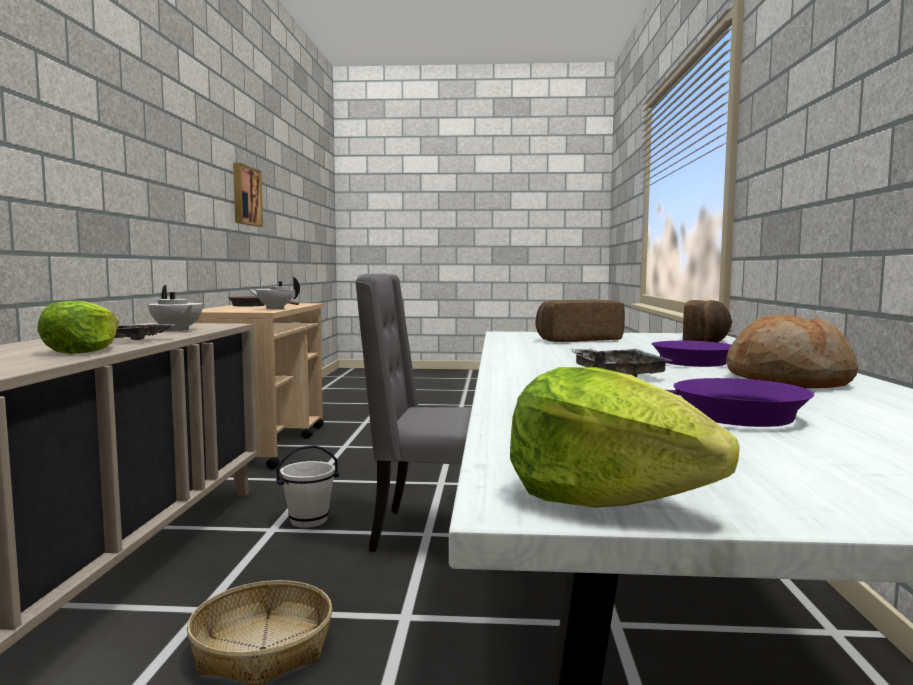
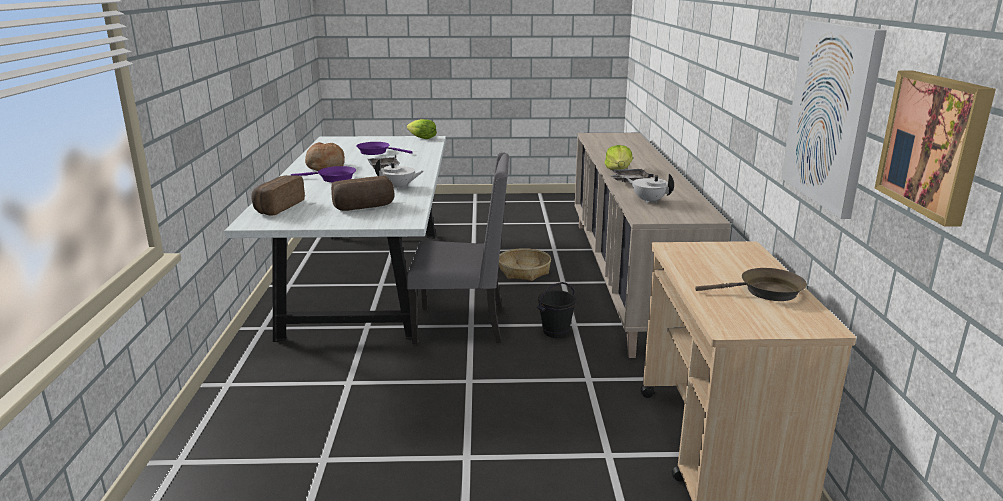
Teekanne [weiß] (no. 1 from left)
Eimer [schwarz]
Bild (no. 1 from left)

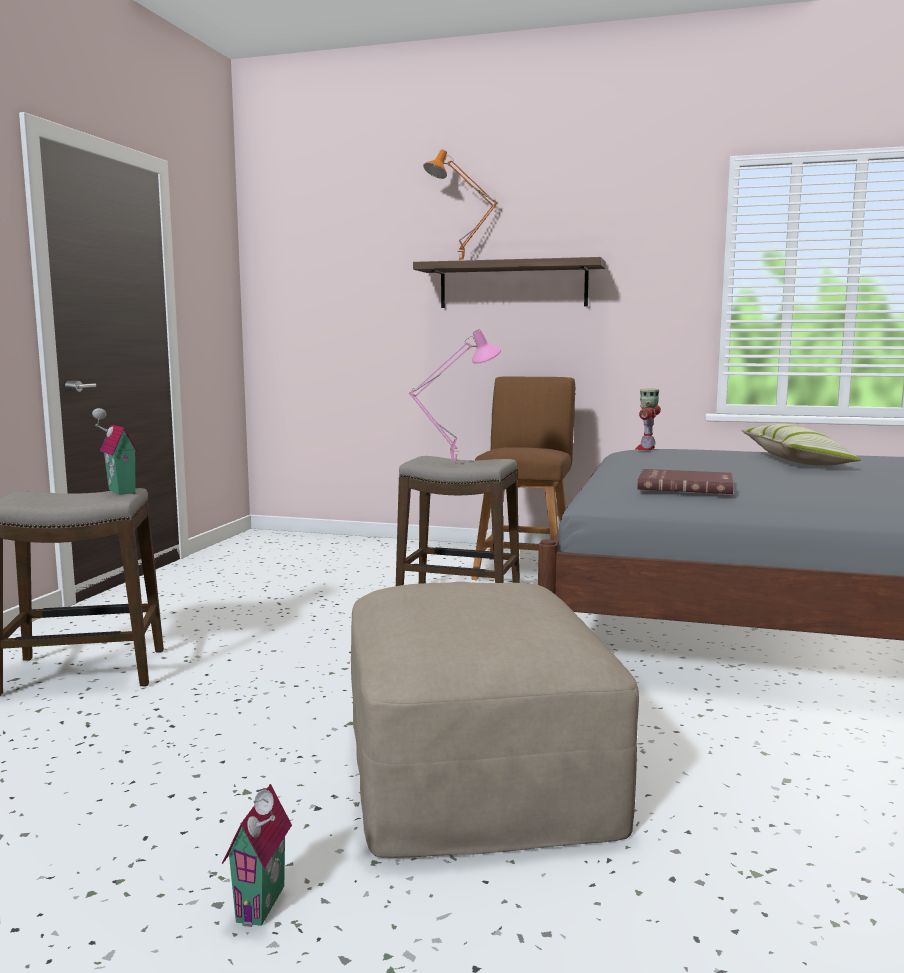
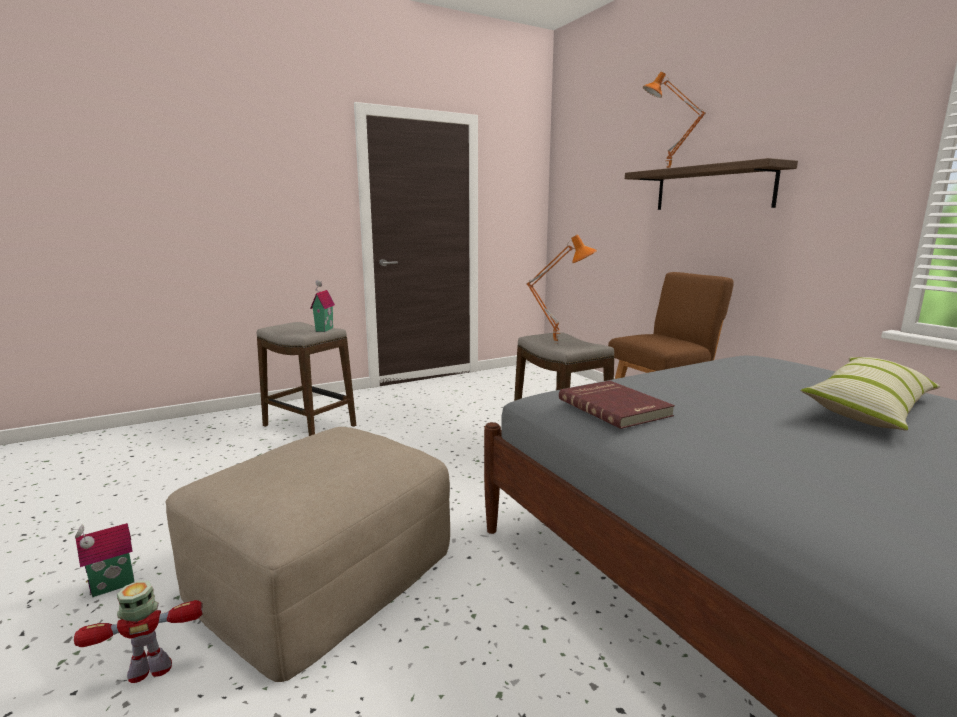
Tischlampe [orange] (no. 1 from left)
Spielzeugroboter

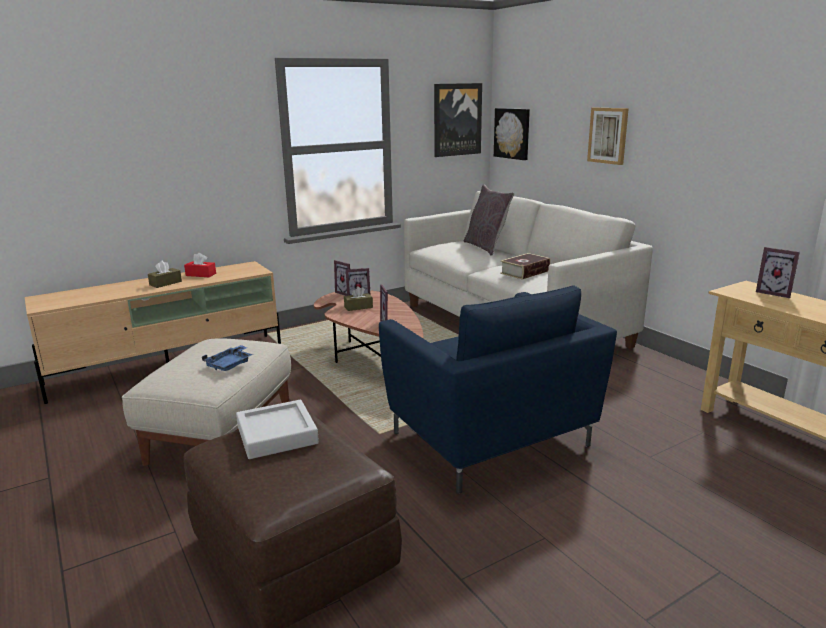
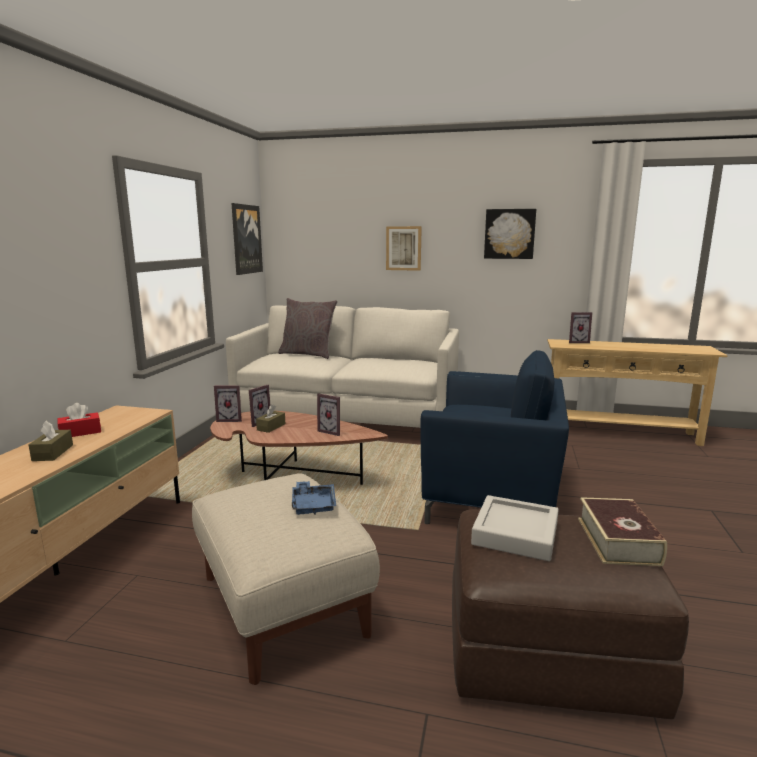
Bild (no. 3 from left)
Buch

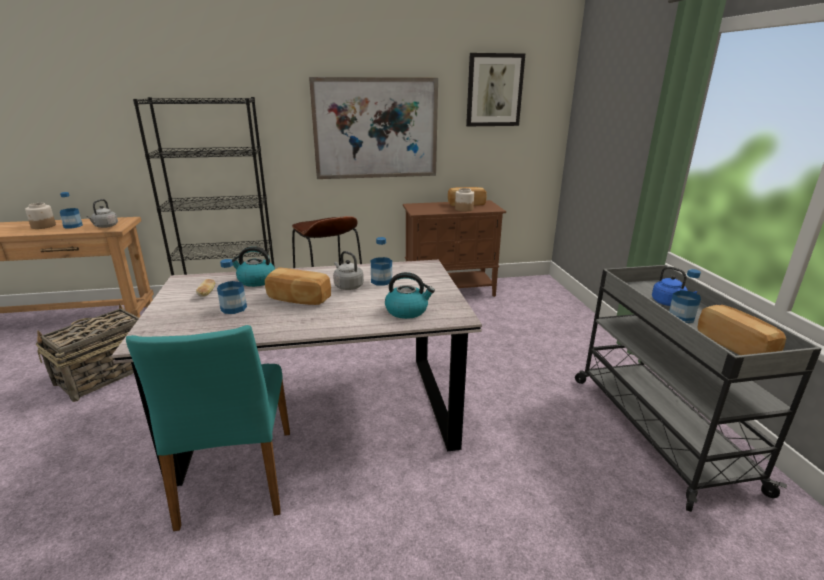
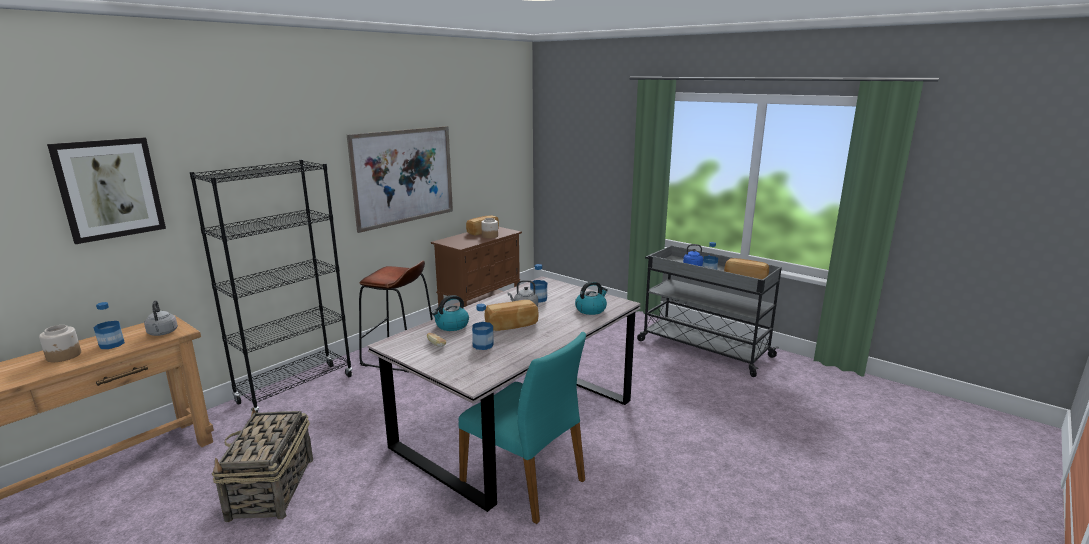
Bild (no. 1 from left)

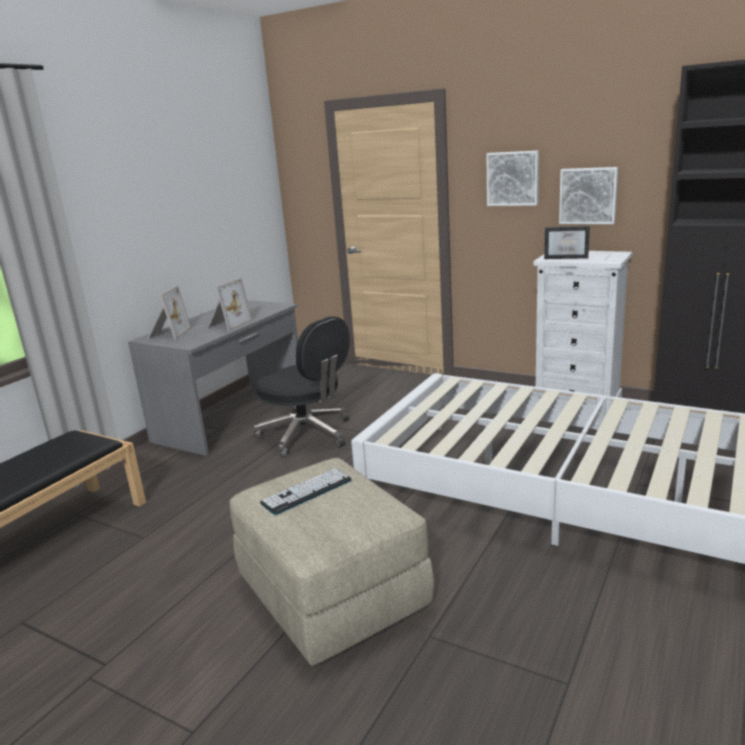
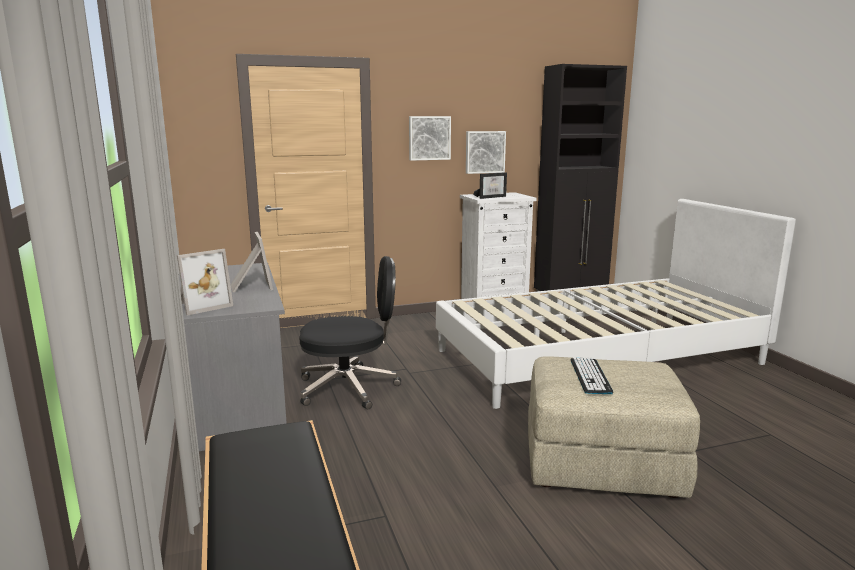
Bilderrahmen (no. 1 from left)

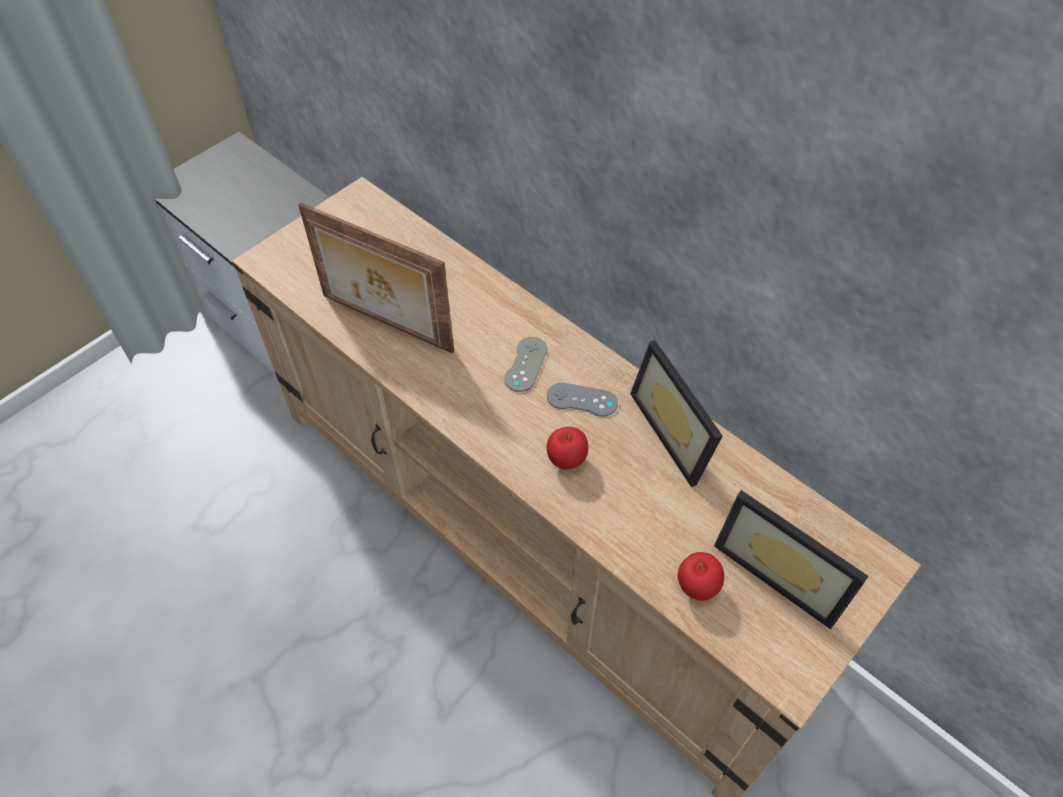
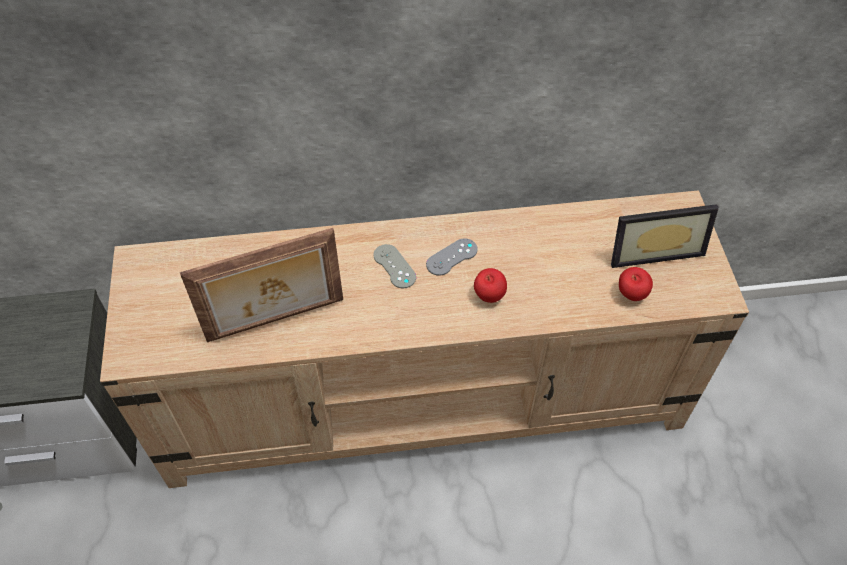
Bilderrahmen (no. 2 from left in the first image)

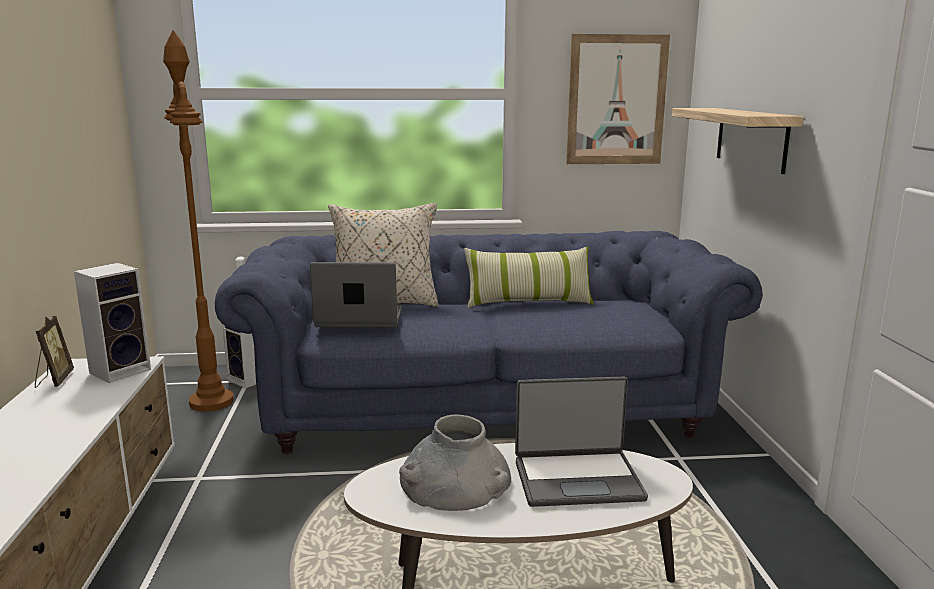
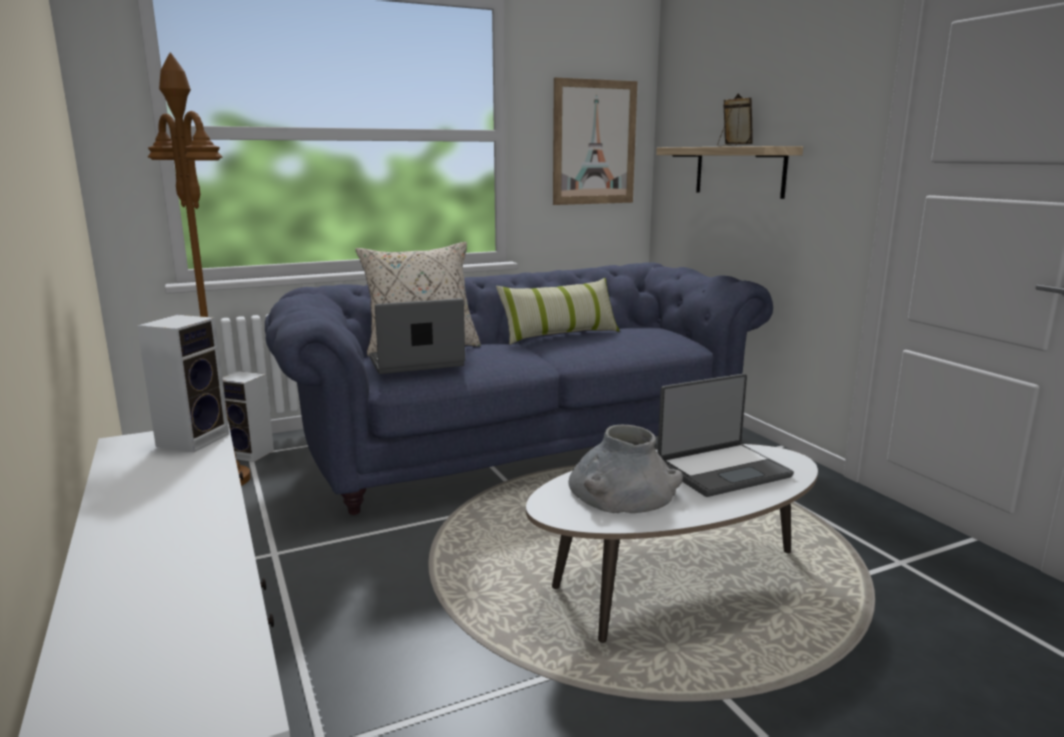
Bilderrahmen

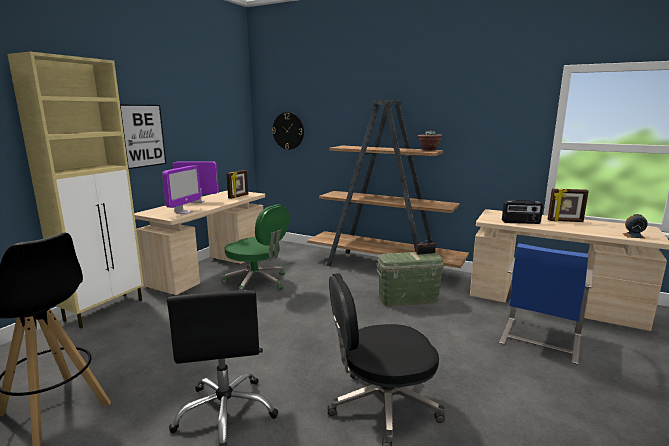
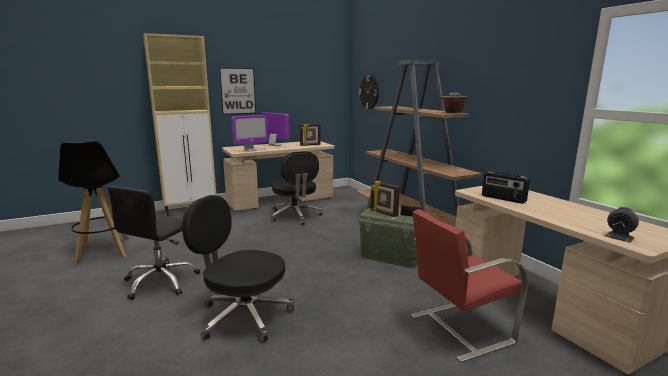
Bürostuhl [schwarz] (no. 3 from left)
Stuhl [rot]
Bilderrahmen (no. 2 from left)

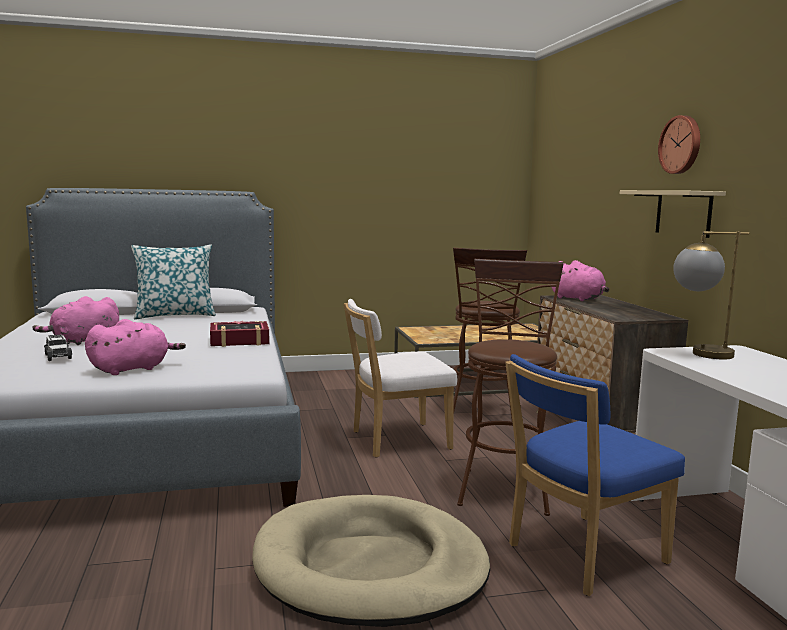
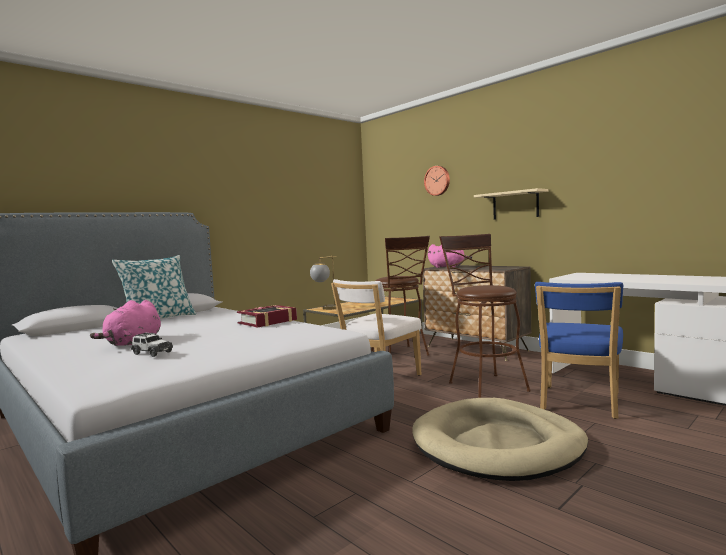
Plüschtier [rosa] (no. 2 from left in the first image)
Wanduhr
Tischlampe

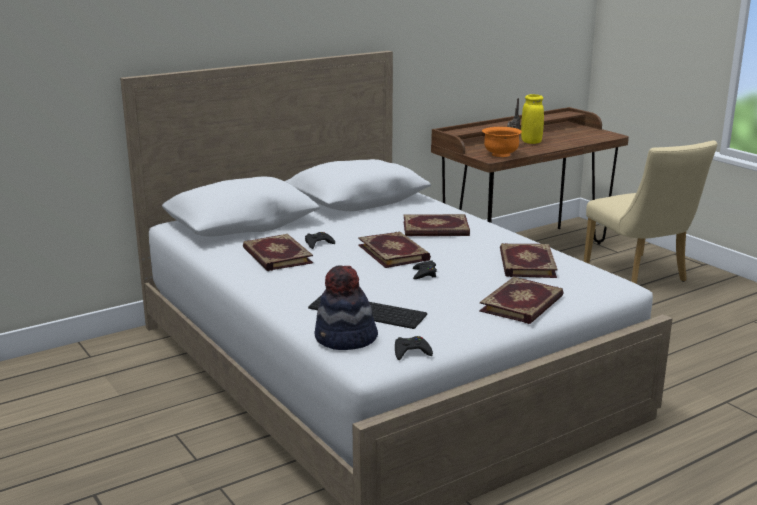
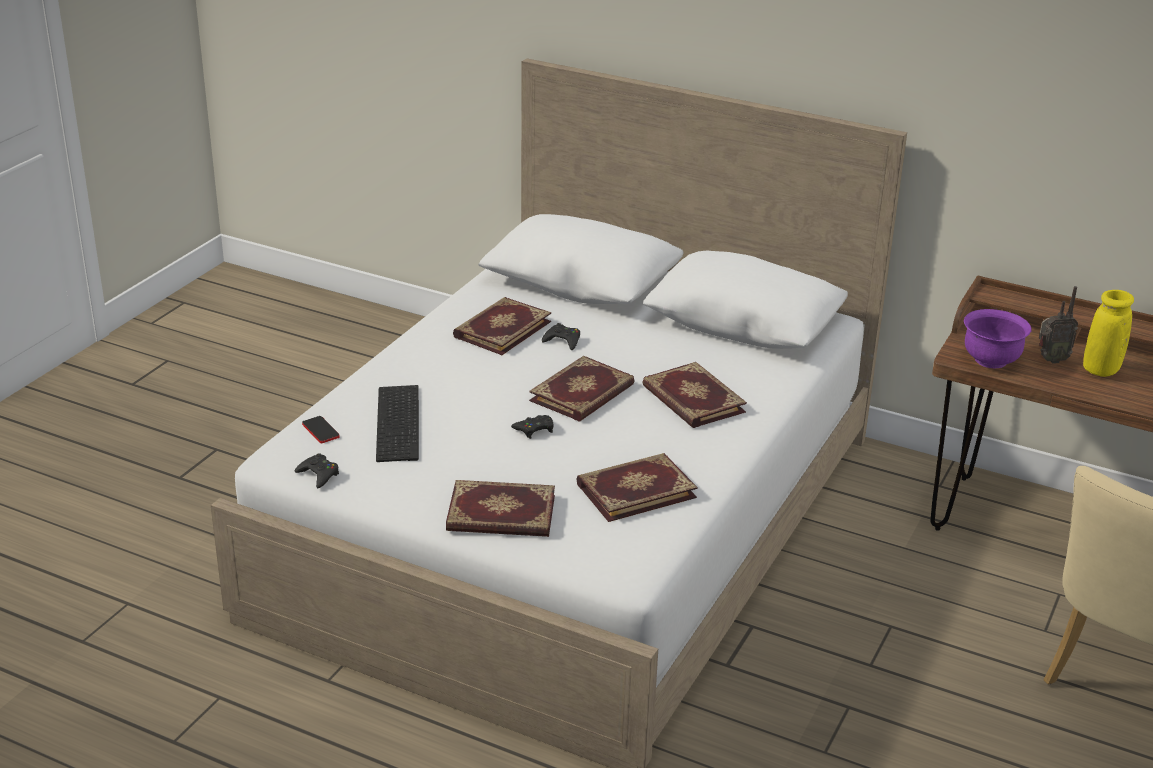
Handy
Schüssel [lila]

